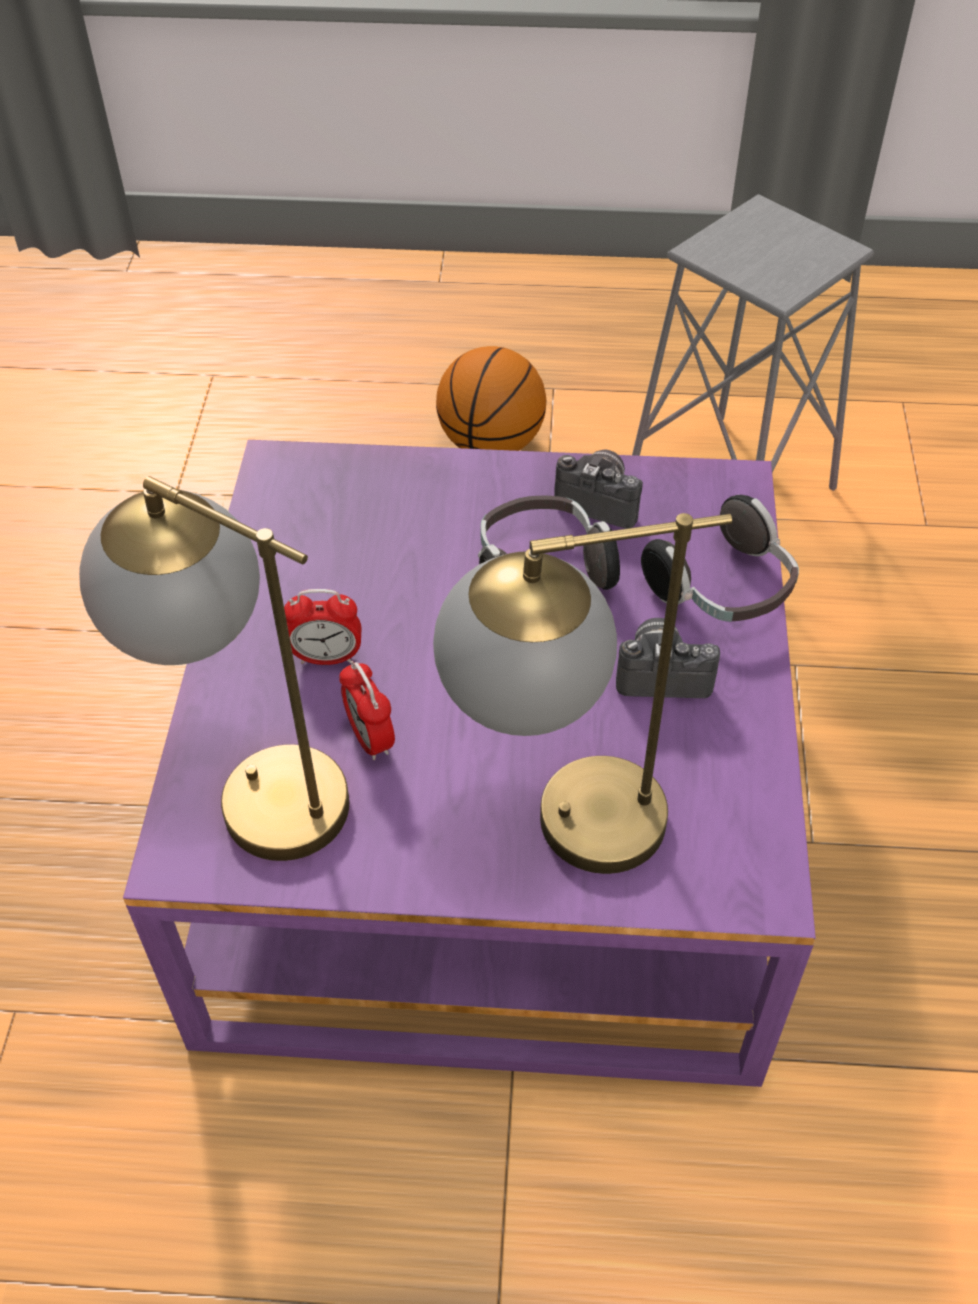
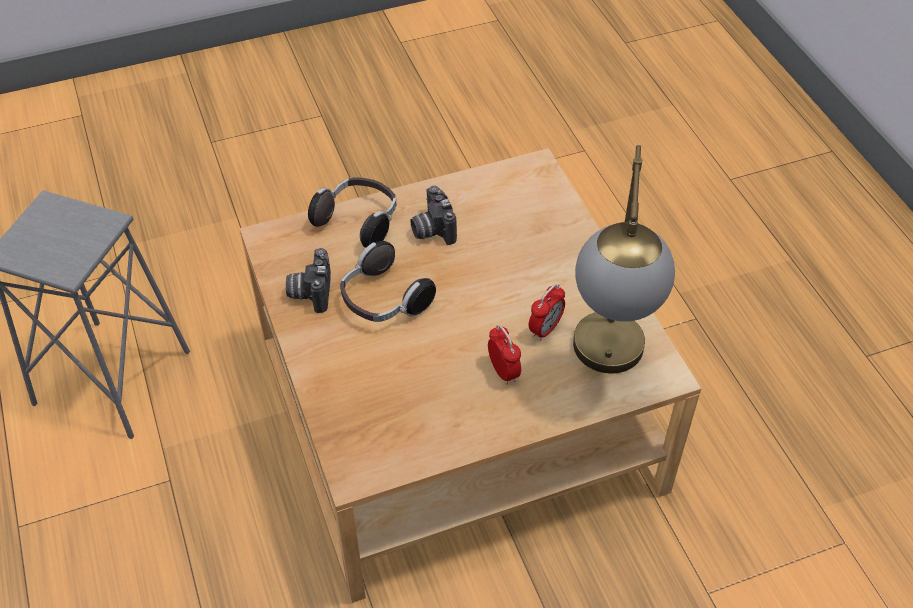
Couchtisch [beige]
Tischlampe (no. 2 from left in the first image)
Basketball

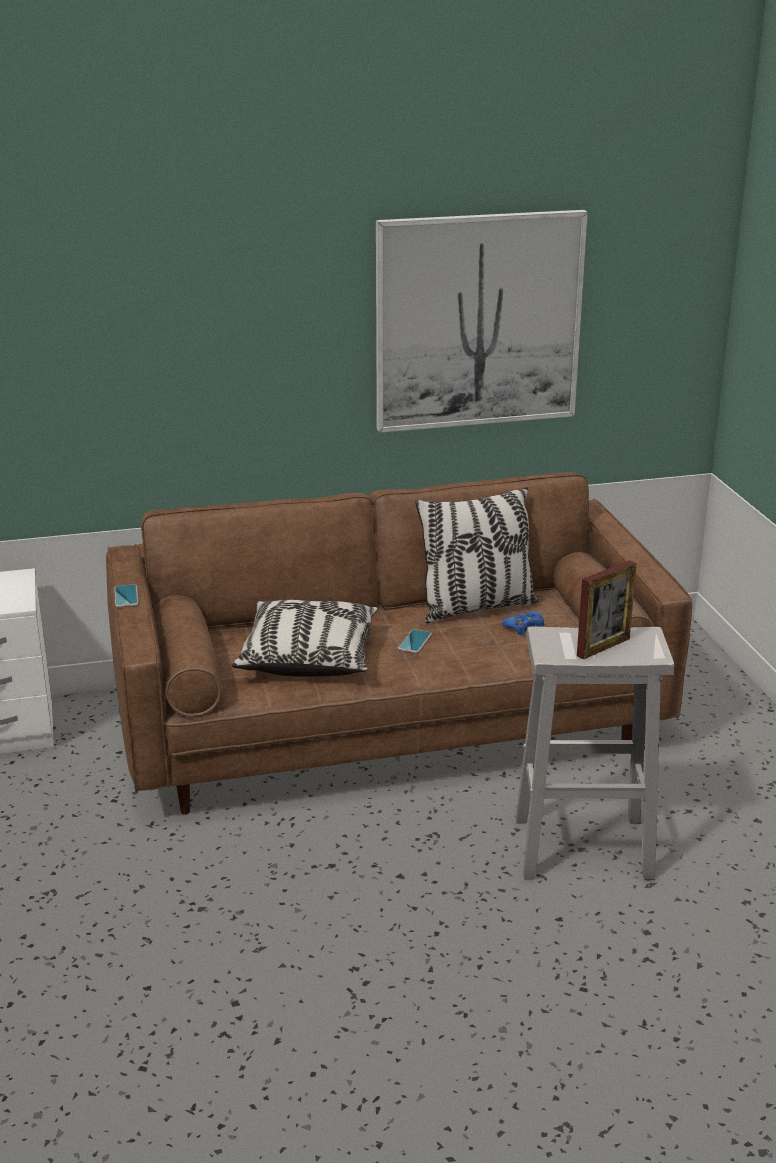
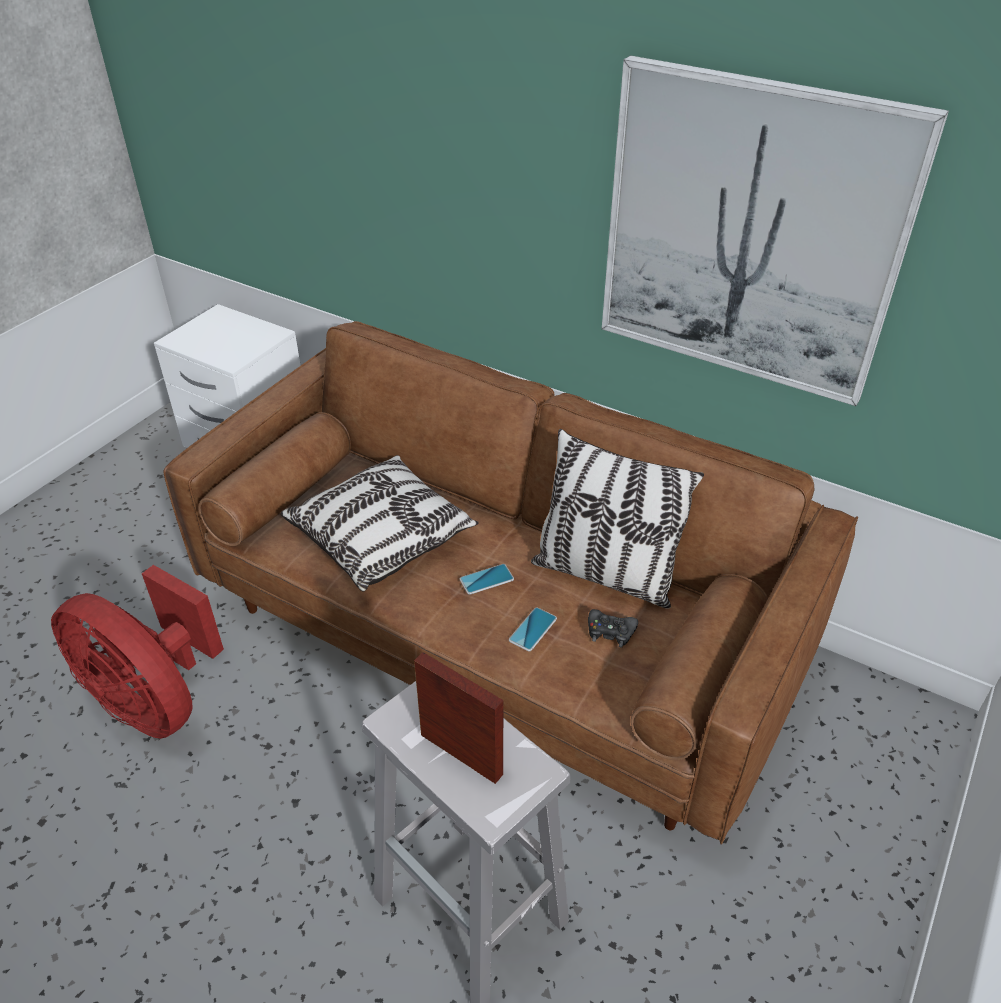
Handy (no. 2 from left)
Gamepad [schwarz]
Bilderrahmen
Ventilator [rot]

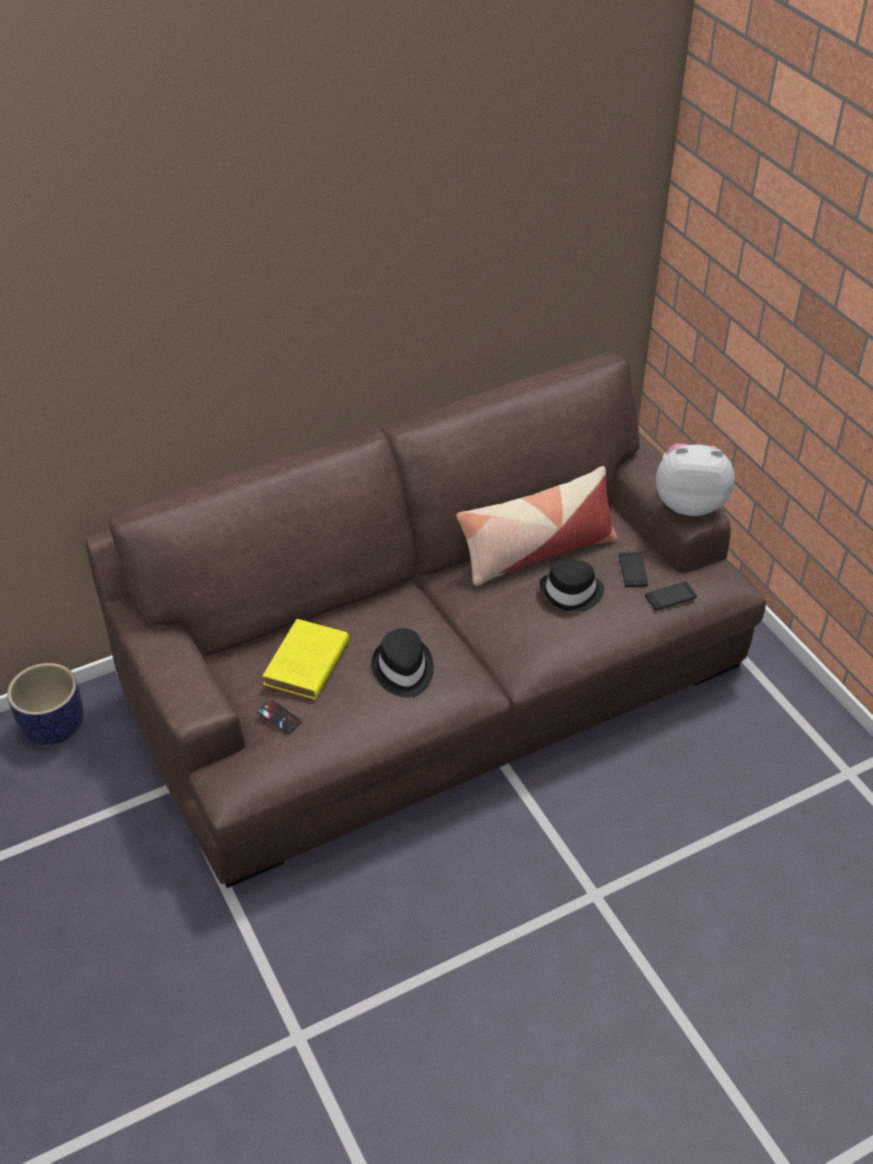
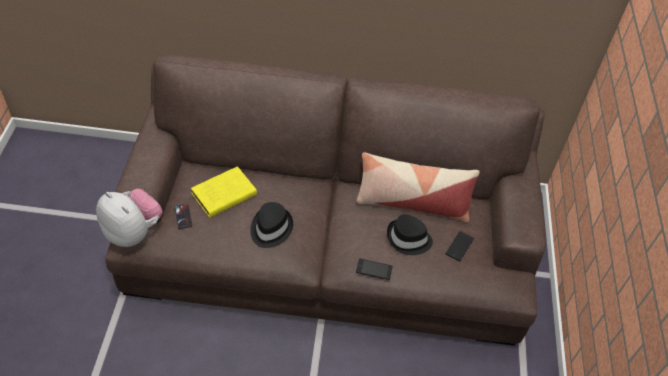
Pflanzkübel
Handy (no. 2 from left)
Plüschtier

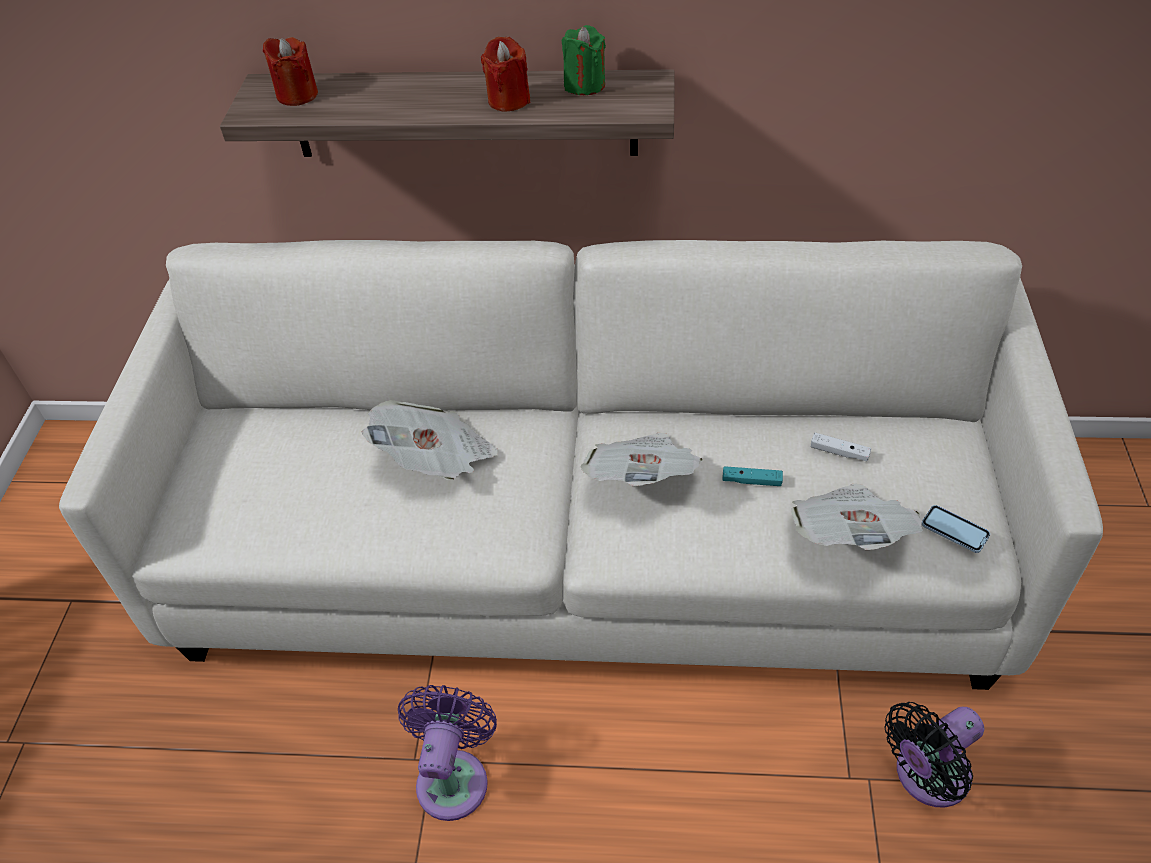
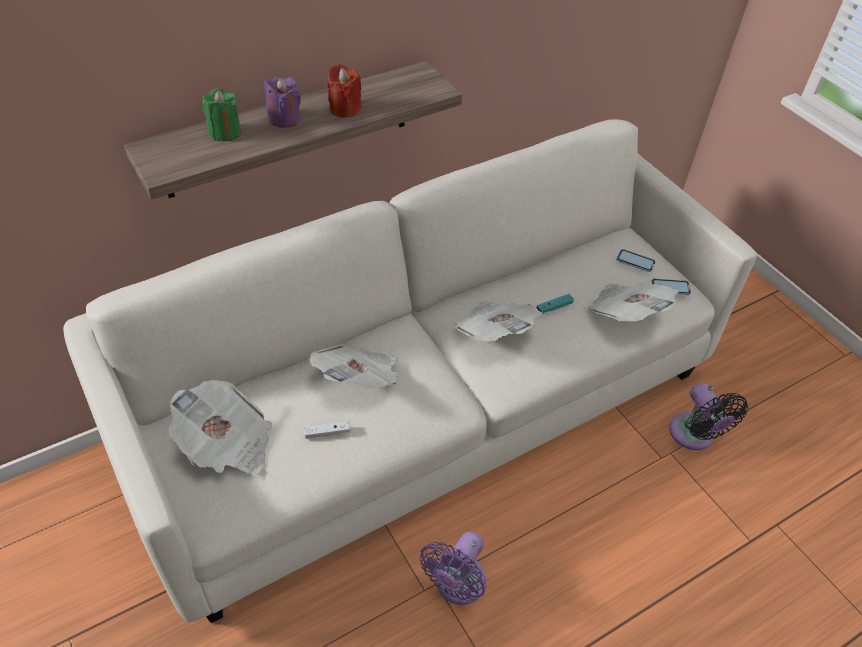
Kerze [rot] (no. 1 from left in the first image)
Ventilator [lila]
Kerze [grün]
Gamepad [weiß]
Ventilator [schwarz]
Zeitung (no. 1 from left)
Kerze [lila]
Handy (no. 1 from left)

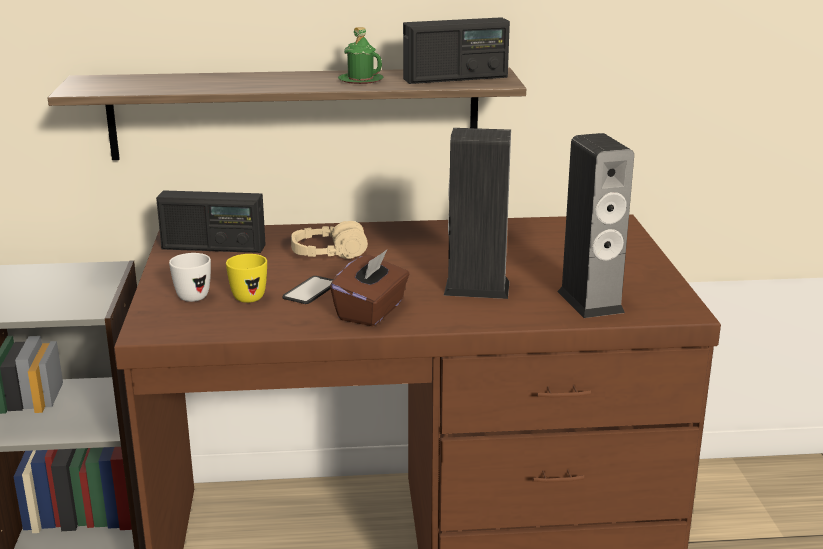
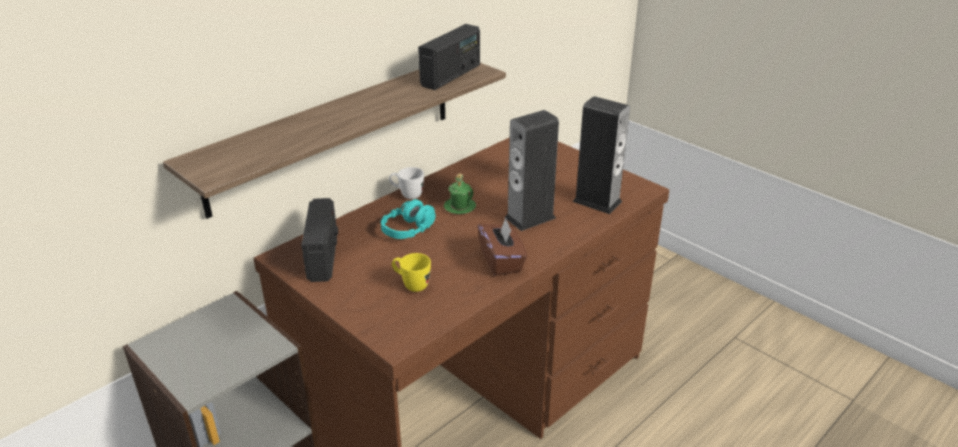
Radio (no. 1 from left)
Henkelbecher [weiß]
Handy
Kopfhörer [türkis]
Henkelbecher [grün]

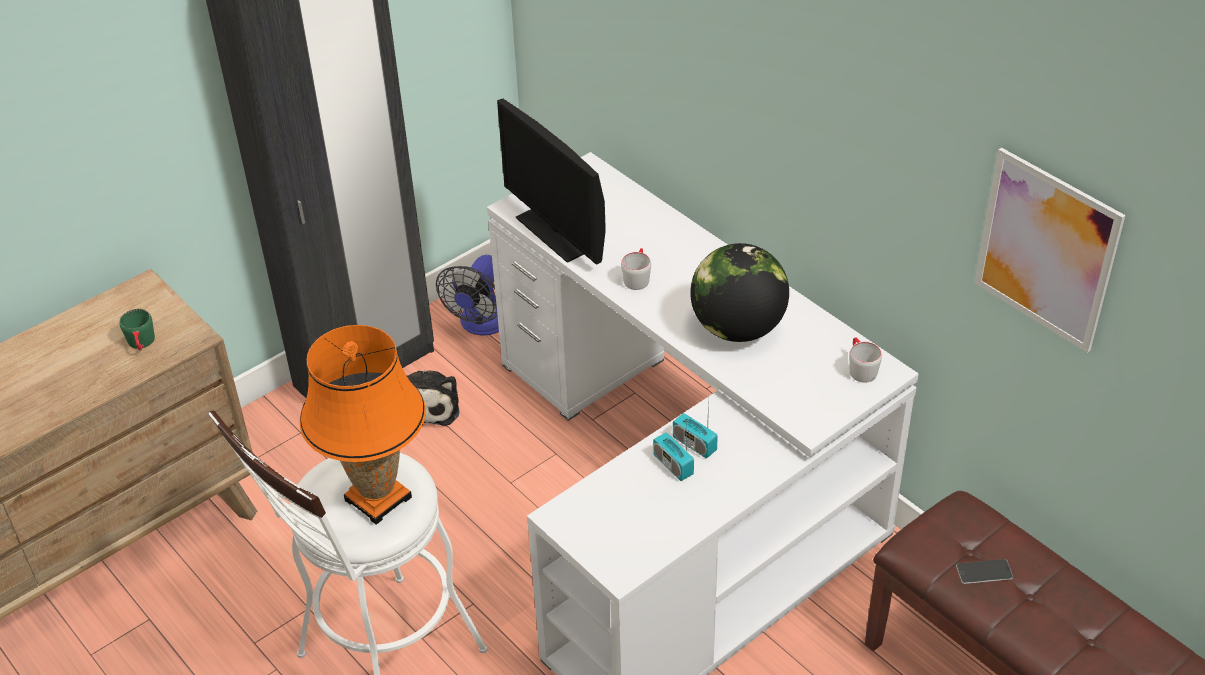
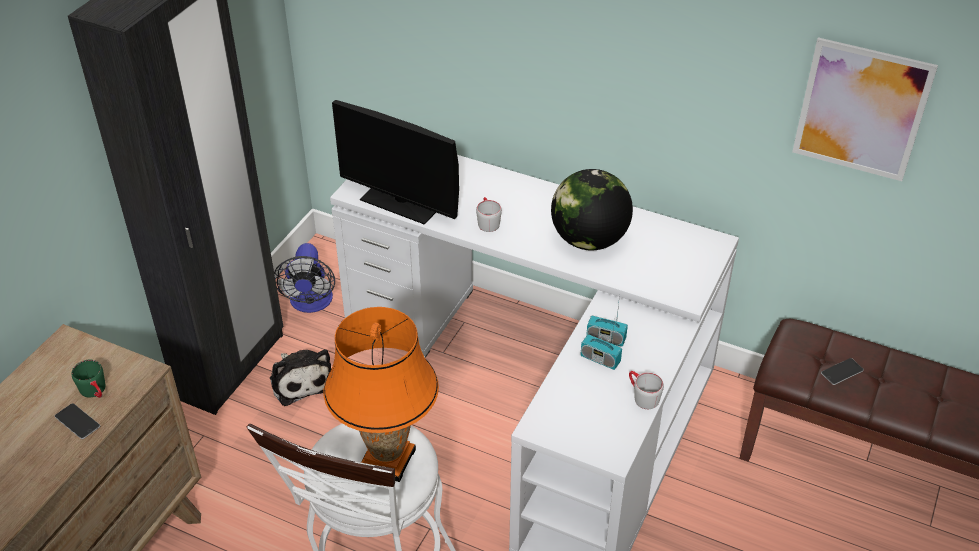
Henkelbecher [grau] (no. 2 from left)
Handy (no. 1 from left)

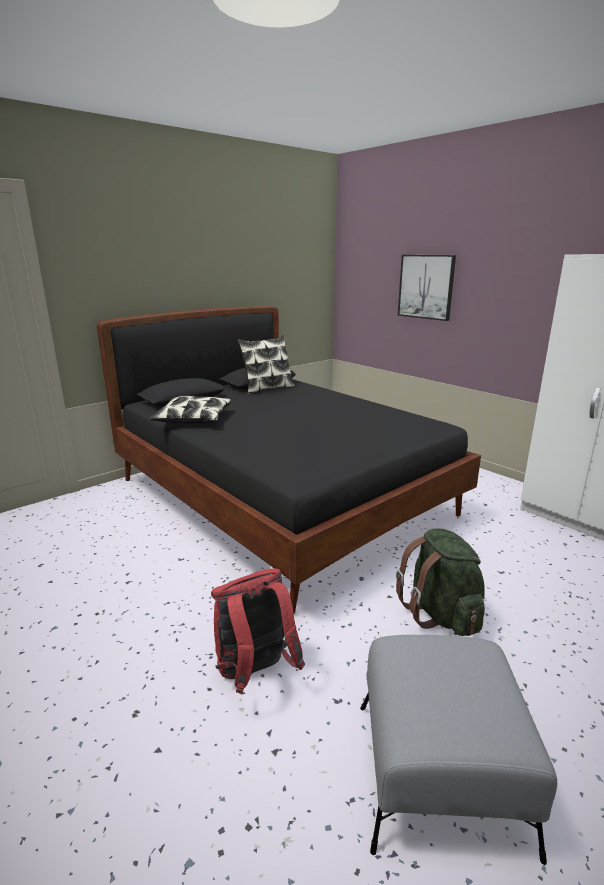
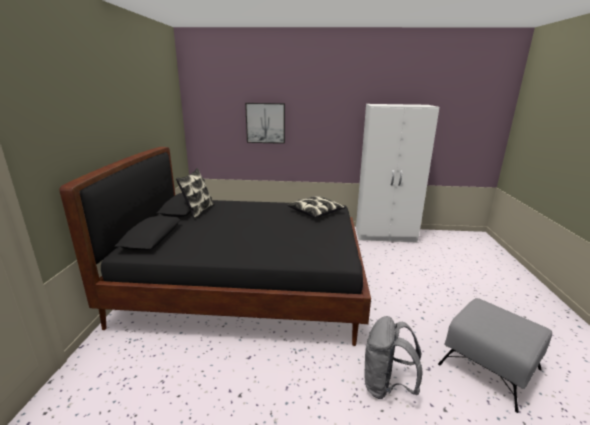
Kissen (no. 2 from left)
Rucksack [grau]
Rucksack [grün]

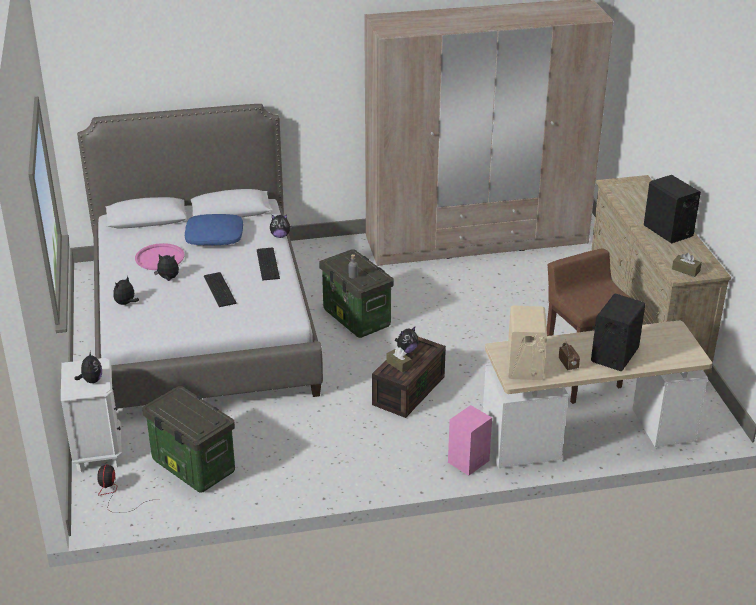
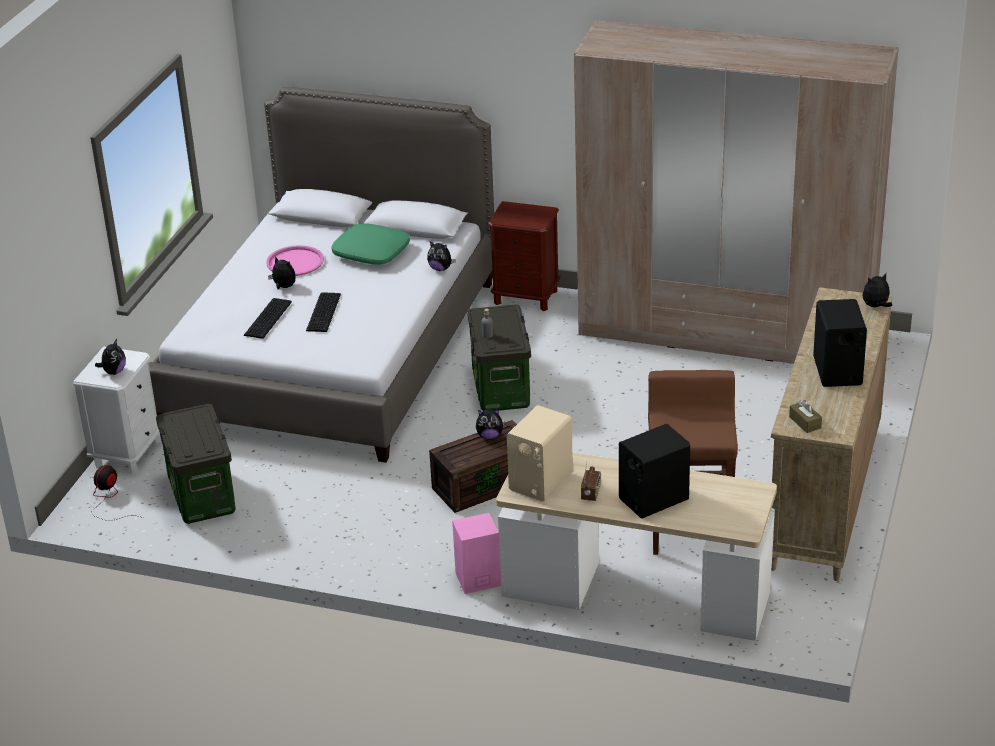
Plüschtier (no. 5 from left)
Kissen [grün]
Tastatur (no. 1 from left)
Taschentuchbox [braun] (no. 1 from left in the first image)
Nachttisch [braun]

